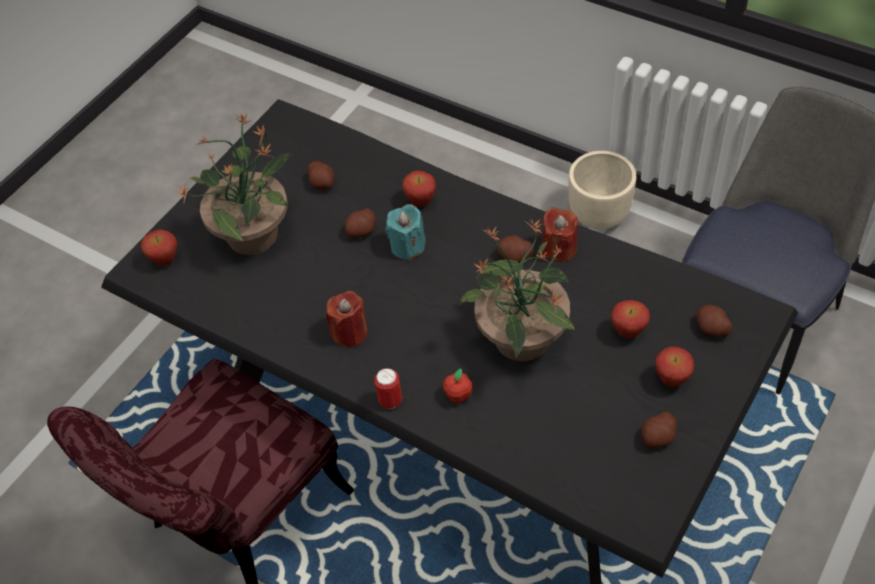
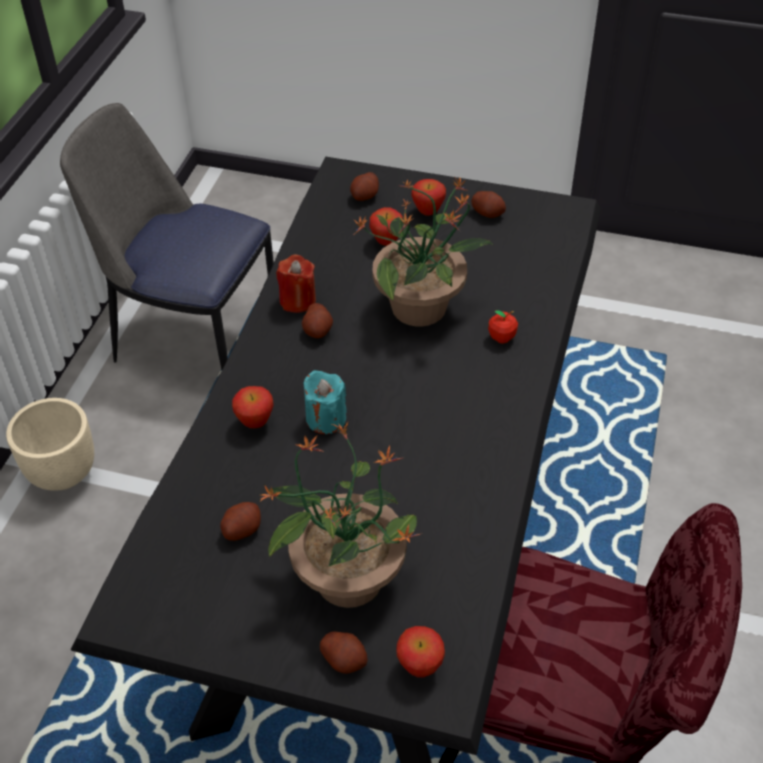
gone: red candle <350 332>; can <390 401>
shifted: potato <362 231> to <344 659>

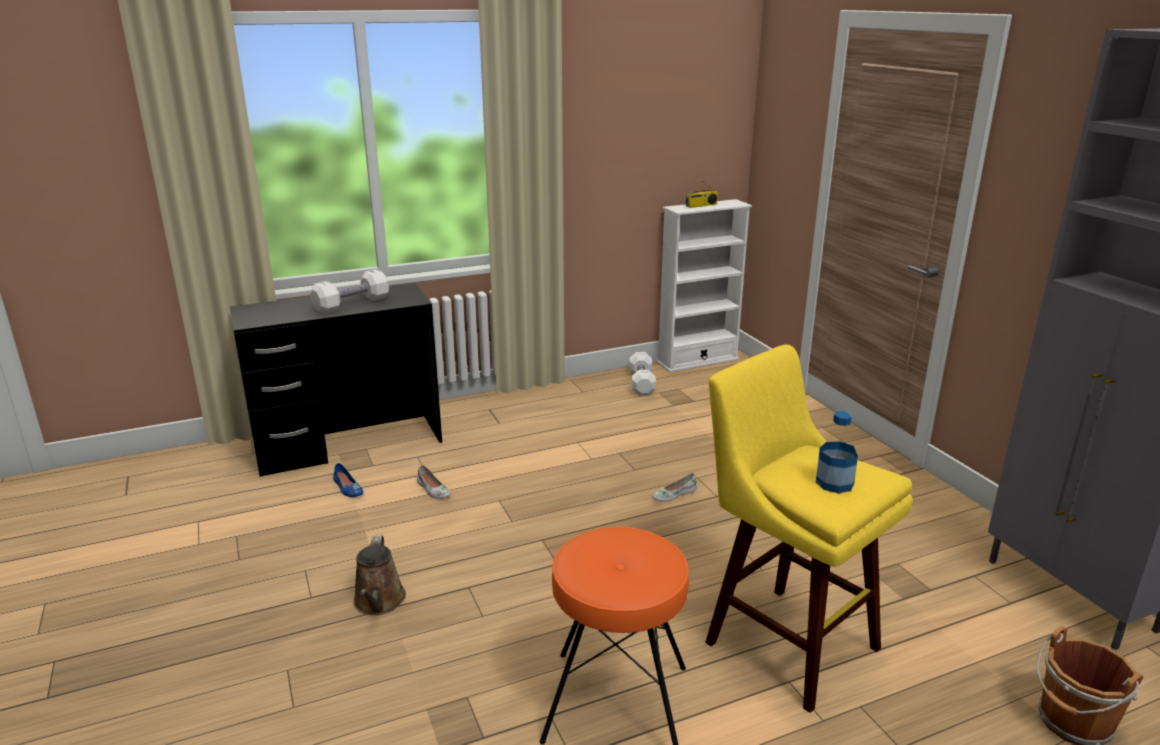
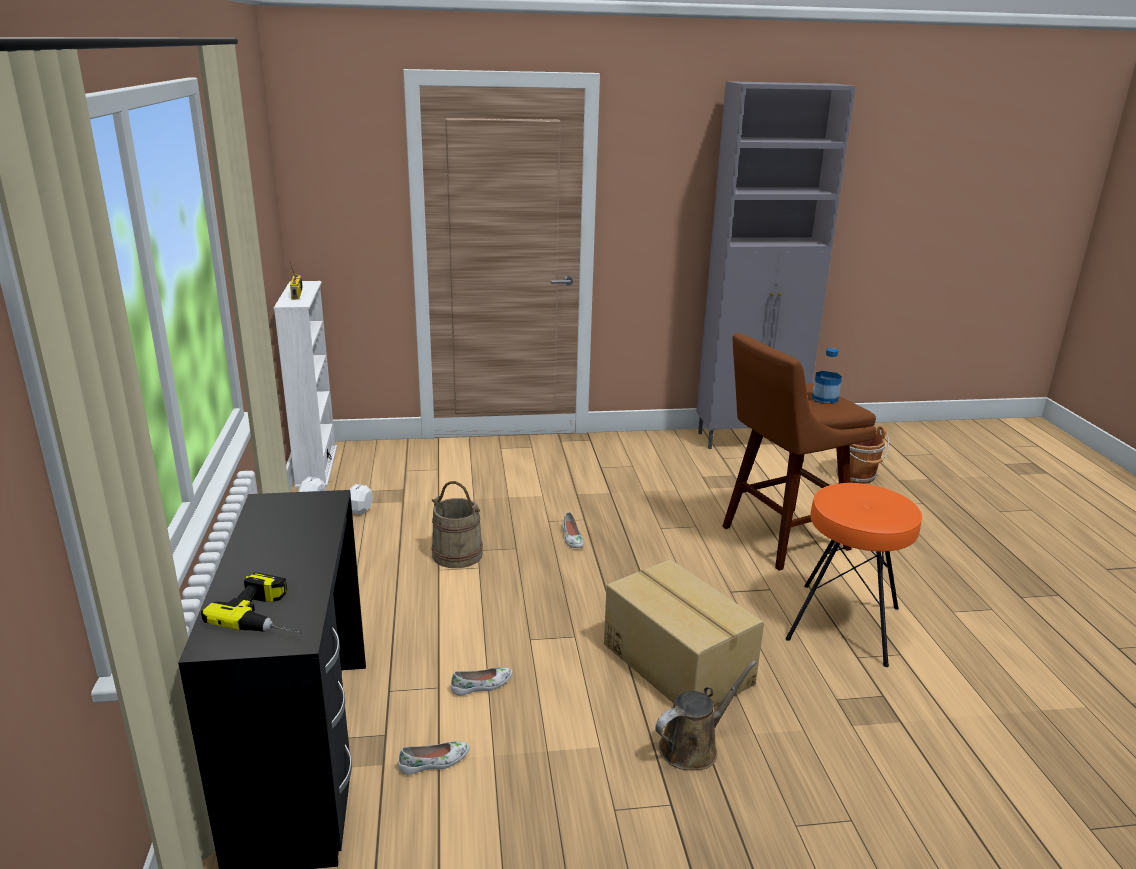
gone: white dumbbell <352 304>
new: beige bucket <457 554>; cardboard box <678 663>; power drill <270 614>
repainted: yellow stool <784 640> to brown stool <779 539>; blue shoe <348 488> to white shoe <434 762>
rotated: brown watering can <379 602> = <693 746> 45 degrees counterclockwise

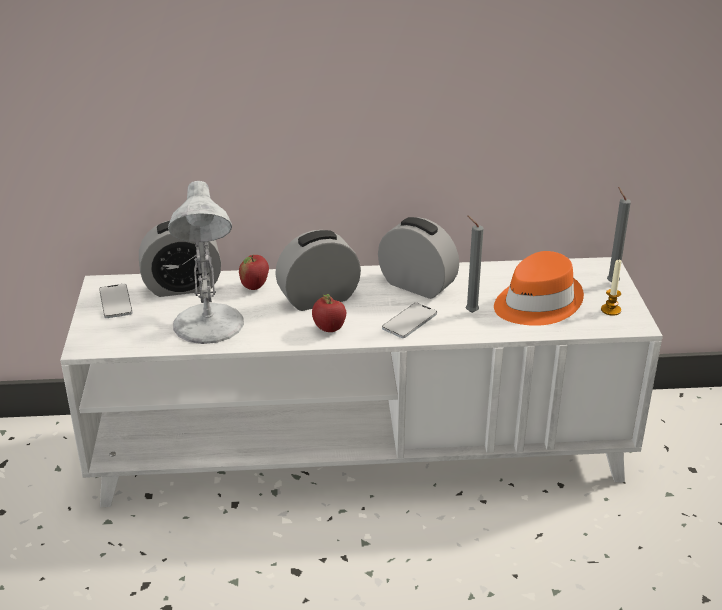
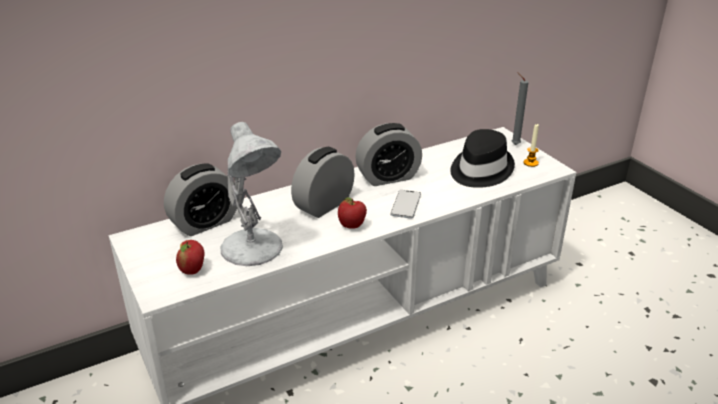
gone: grey candle <469 312>; phone <115 302>
shifted: apple <255 286> to <192 270>
repainted: orange hat <536 303> to black hat <480 170>
rotated: alarm clock <417 285> = <388 177> 150 degrees clockwise

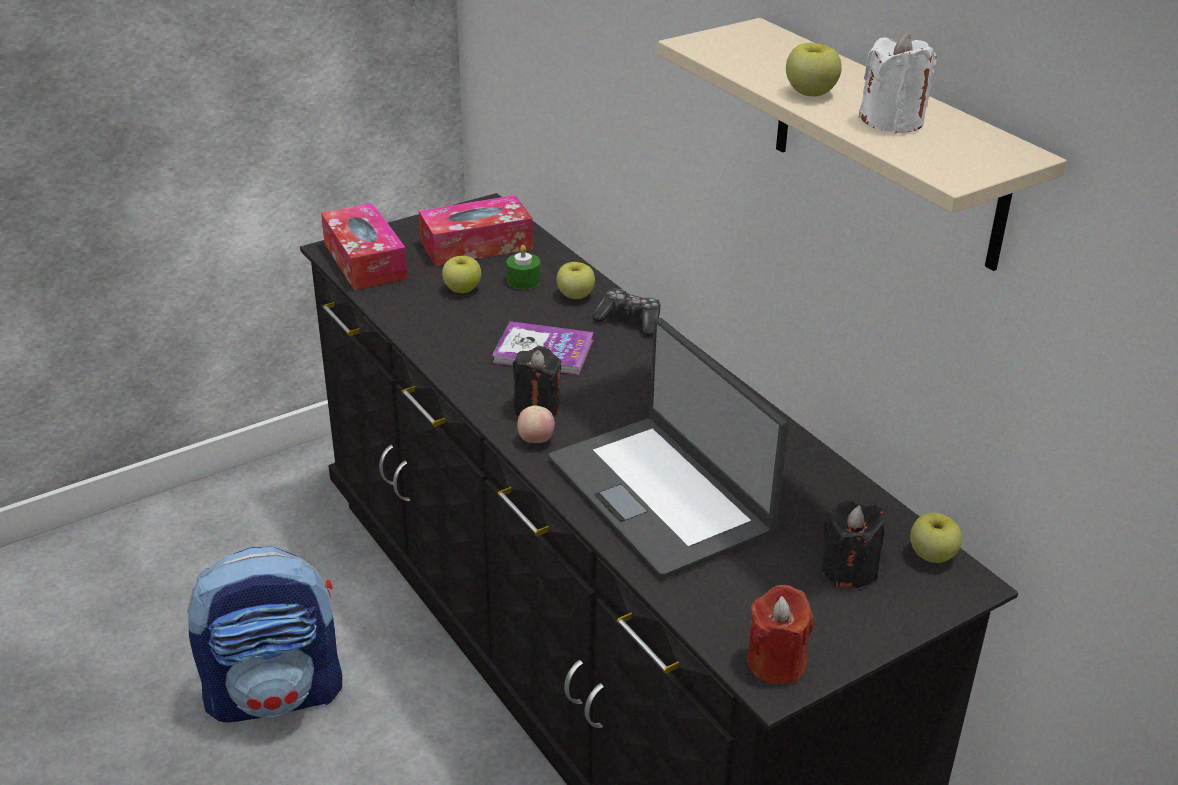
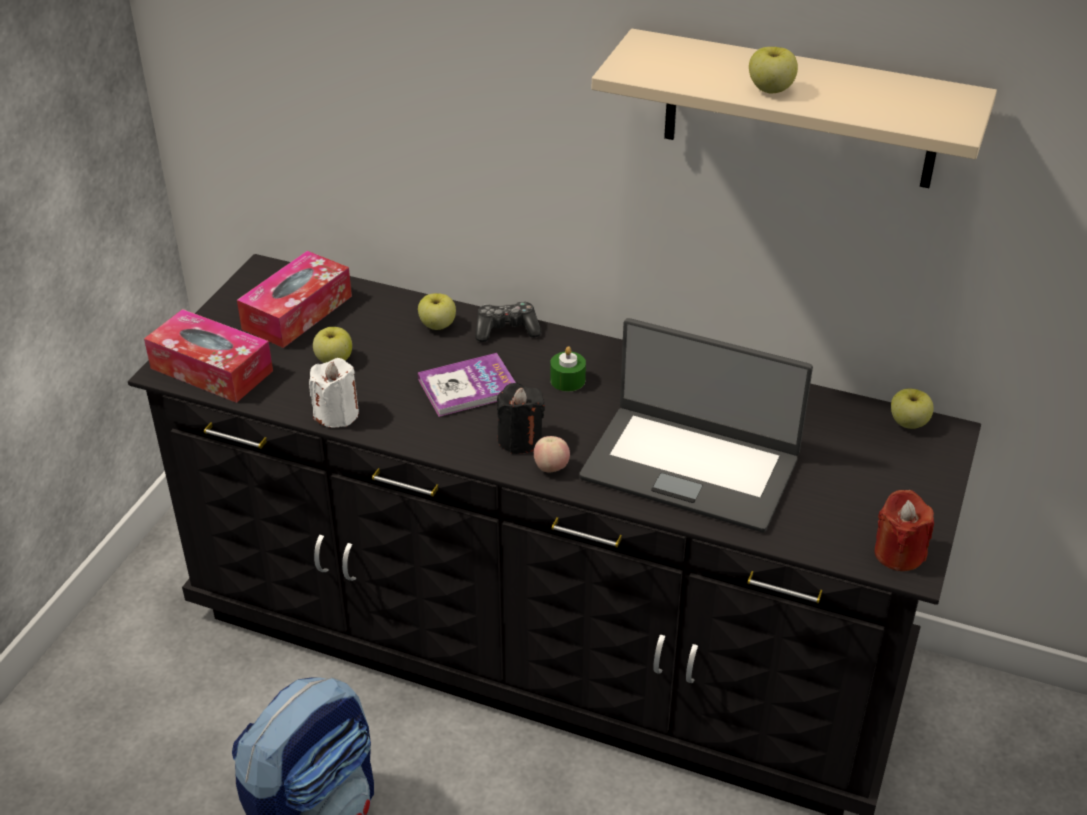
gone: black candle <849 570>
shifted: white candle <892 121> to <337 414>; green candle <523 280> to <567 380>

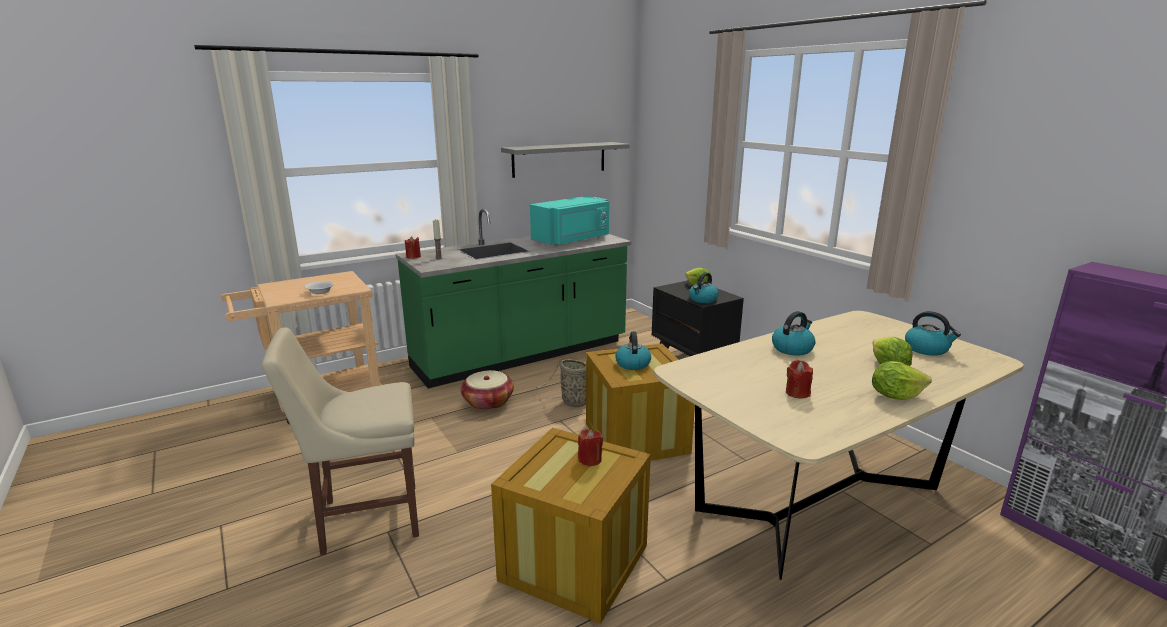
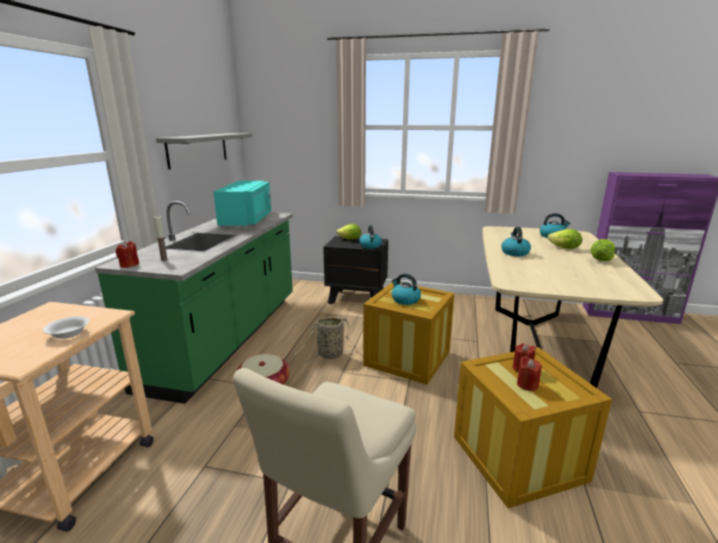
shifted: red candle <797 393> to <527 385>

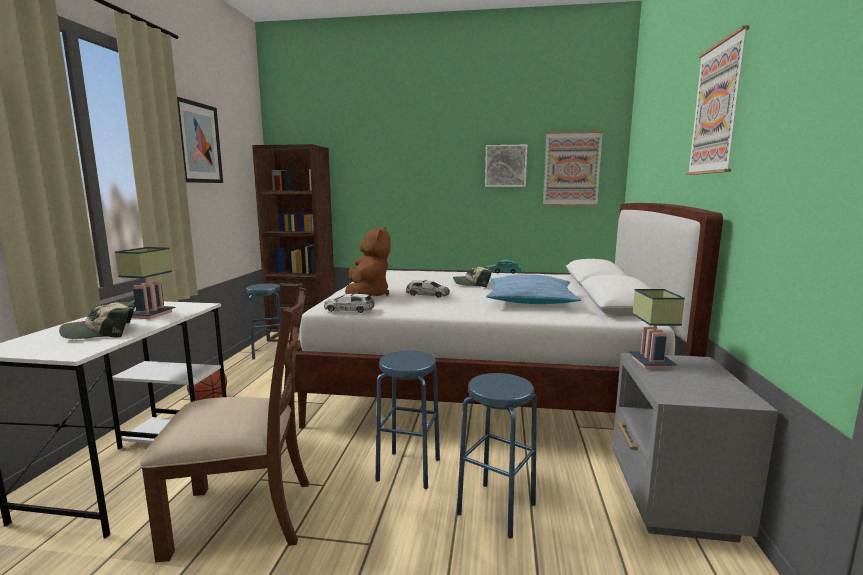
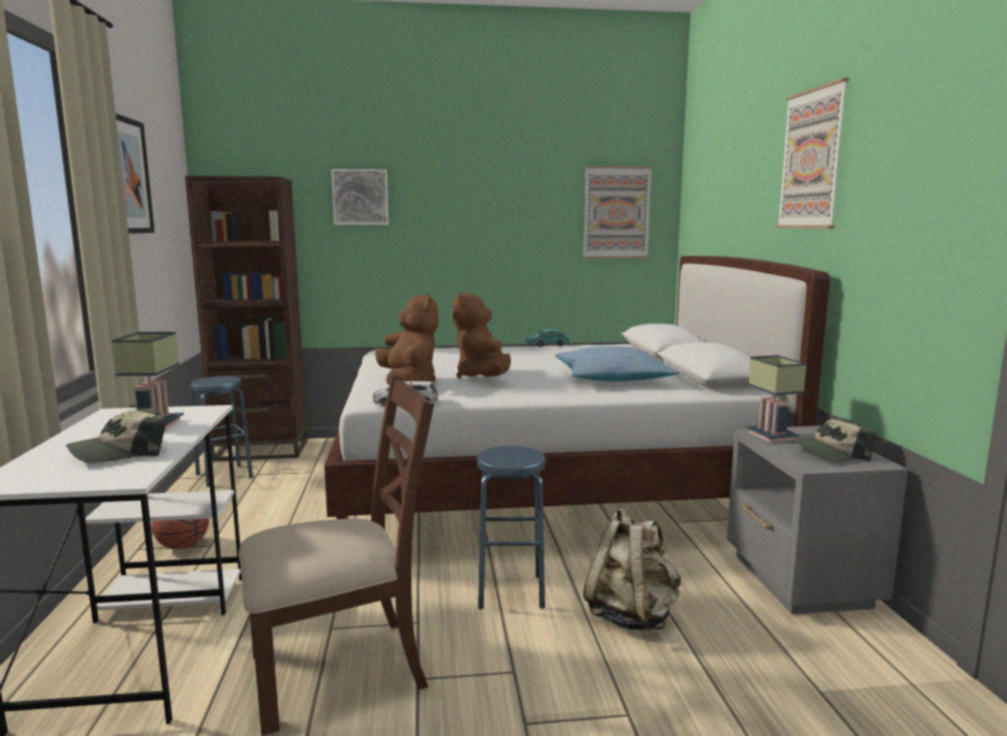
shifted: picture <505 166> to <360 197>; cap <472 284> to <830 453>
swapped: toy car <428 294> to brown plush toy <483 378>; blue stool <496 509> to beige backpack <631 616>

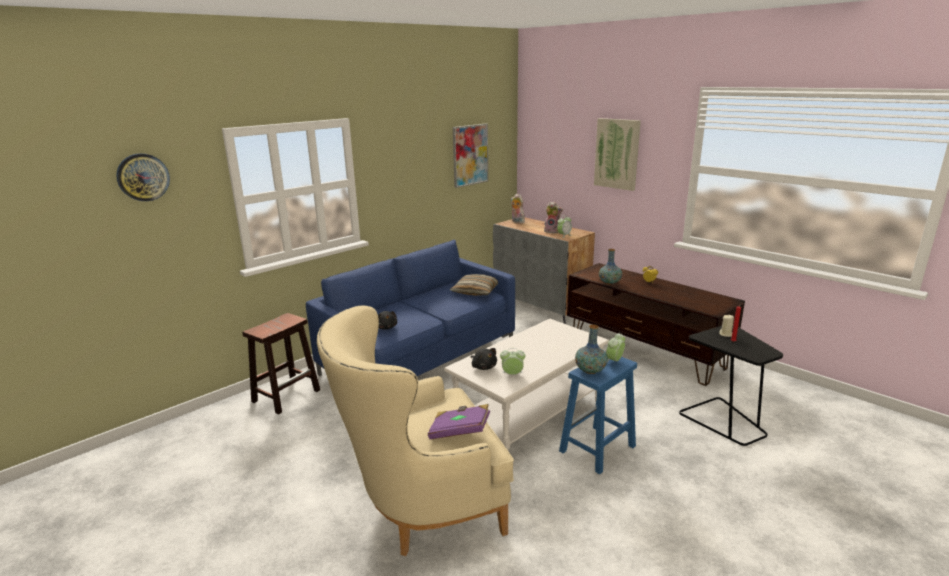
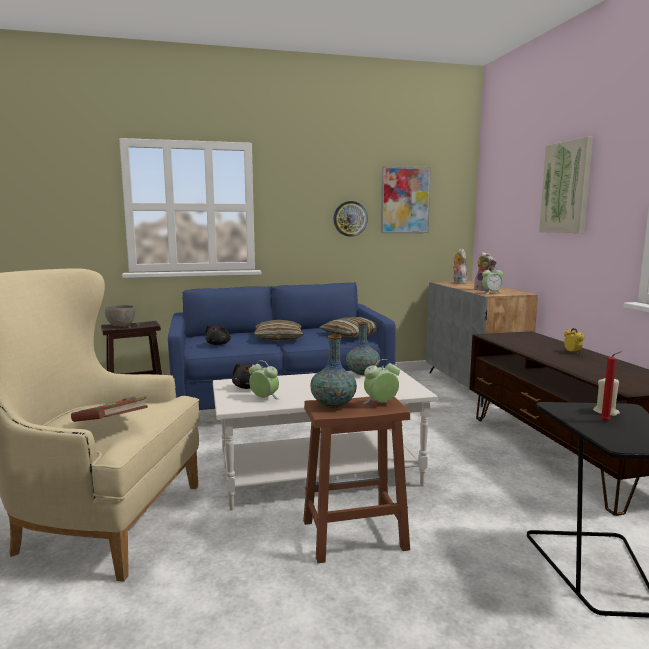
new: grey bowl <121 326>; pillow <278 338>
shifted: wall clock <143 177> to <350 218>; vase <609 282> to <362 373>
repainted: blue stool <597 449> to brown stool <352 535>; purple book <459 432> to brown book <111 424>

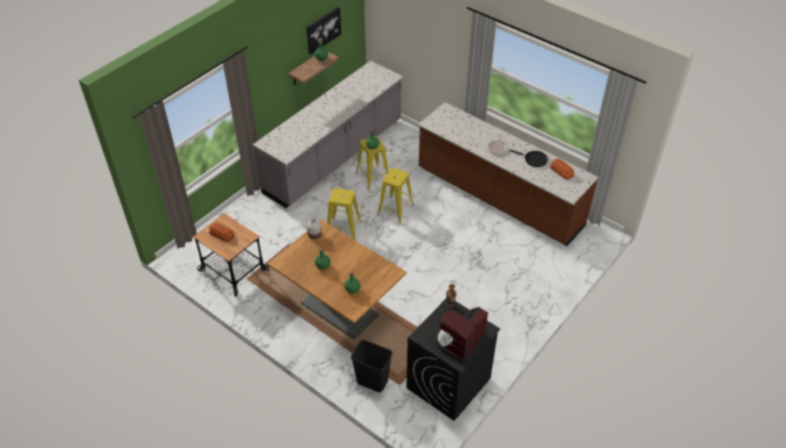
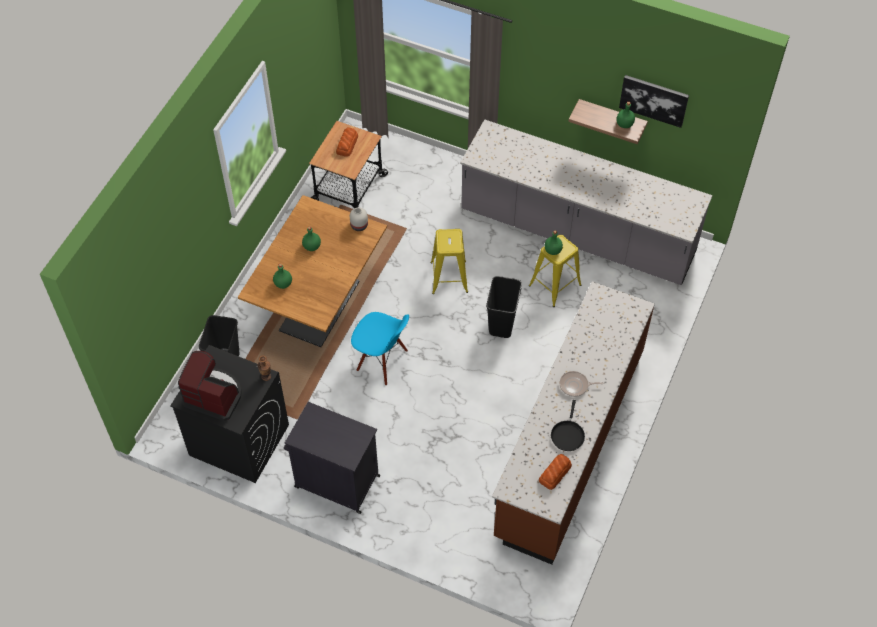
new: blue chair <382 361>; black cabinet <335 481>
swapped: yellow stool <395 209> to black trash can <502 324>

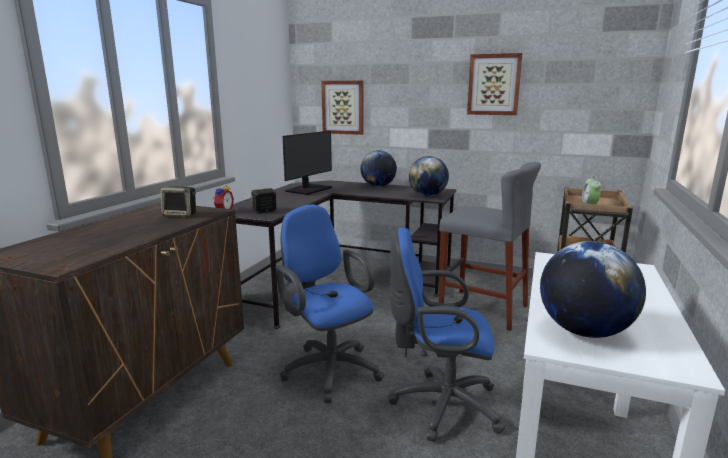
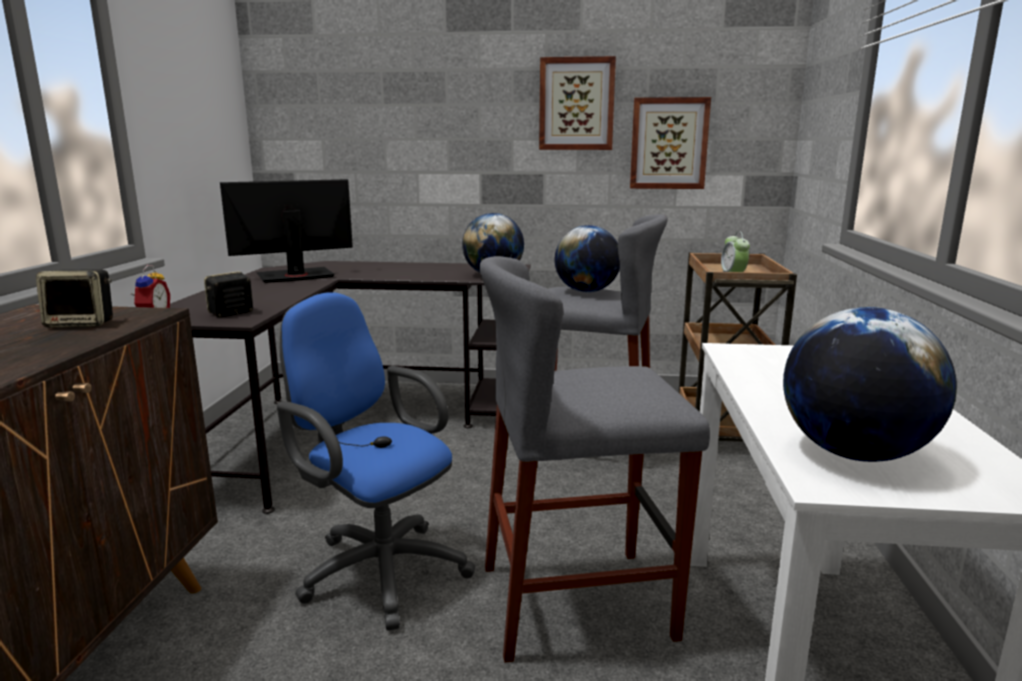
shifted: picture <343 107> to <668 143>; globe <378 186> to <586 291>
swapped: blue office chair <440 405> to grey stool <576 601>
rotated: monitor <308 189> = <295 276> 135 degrees counterclockwise

